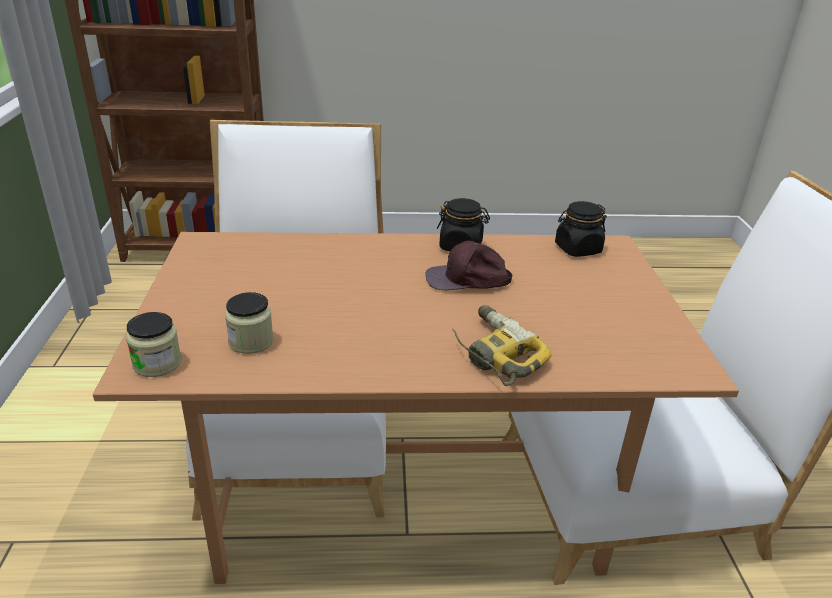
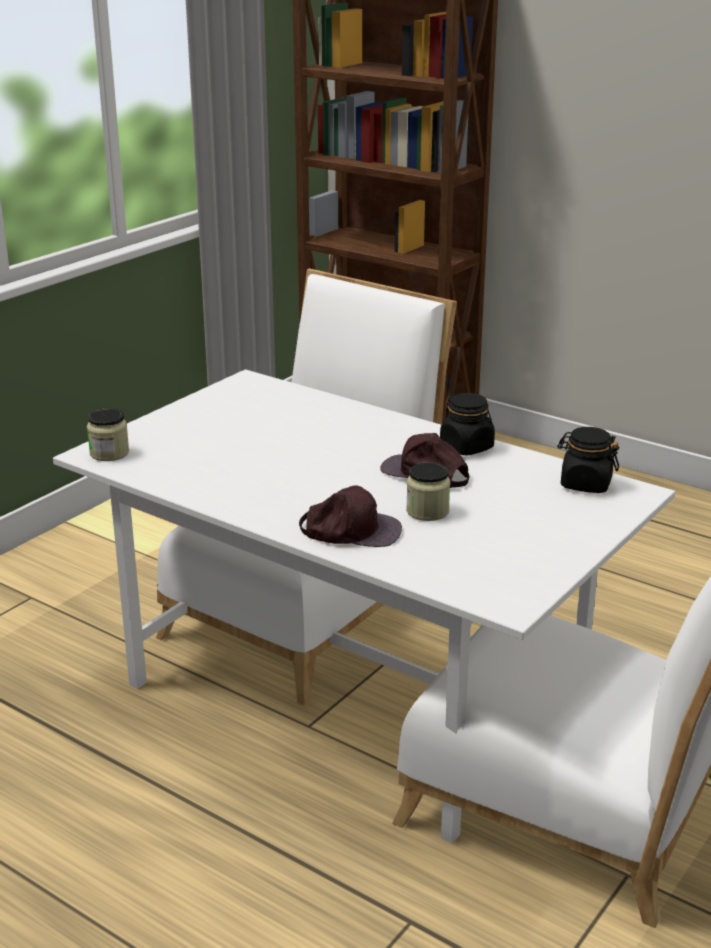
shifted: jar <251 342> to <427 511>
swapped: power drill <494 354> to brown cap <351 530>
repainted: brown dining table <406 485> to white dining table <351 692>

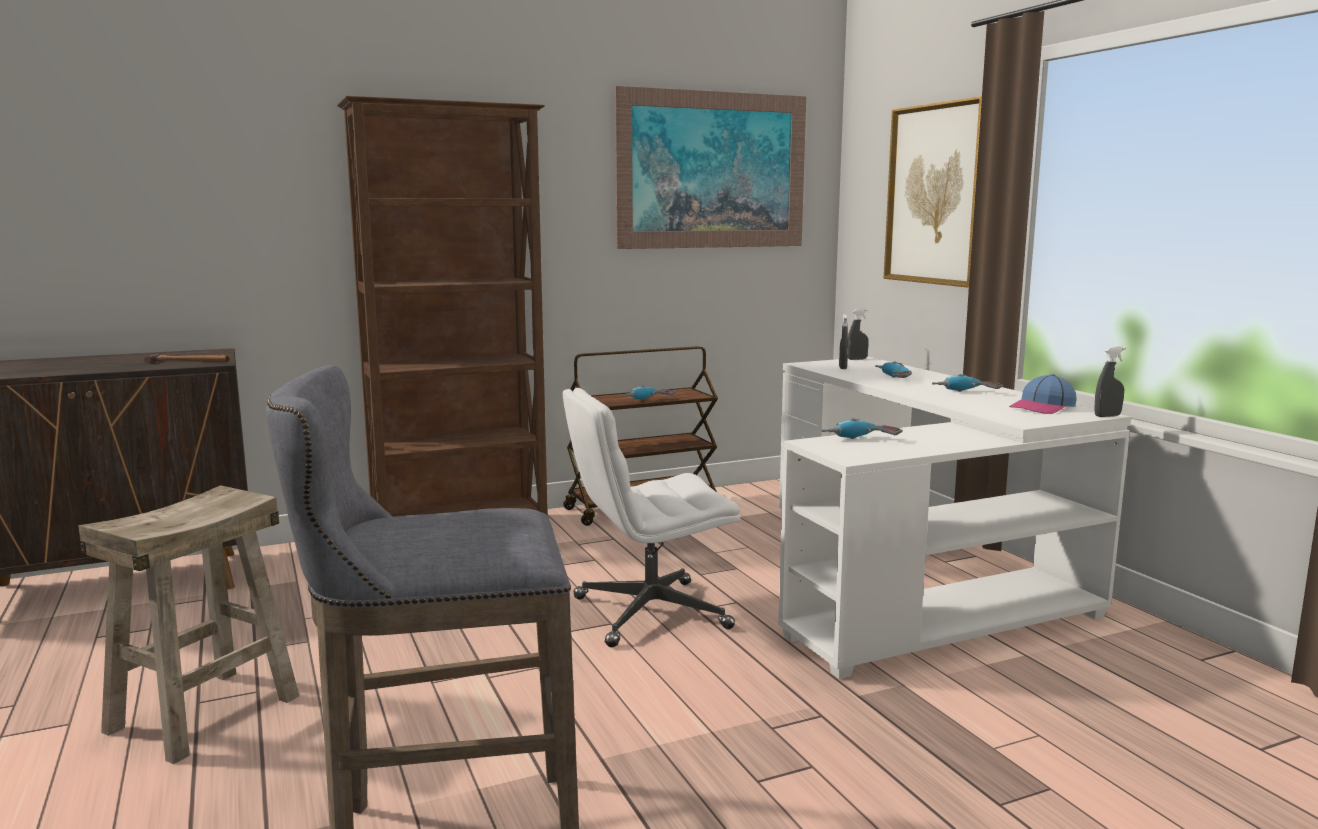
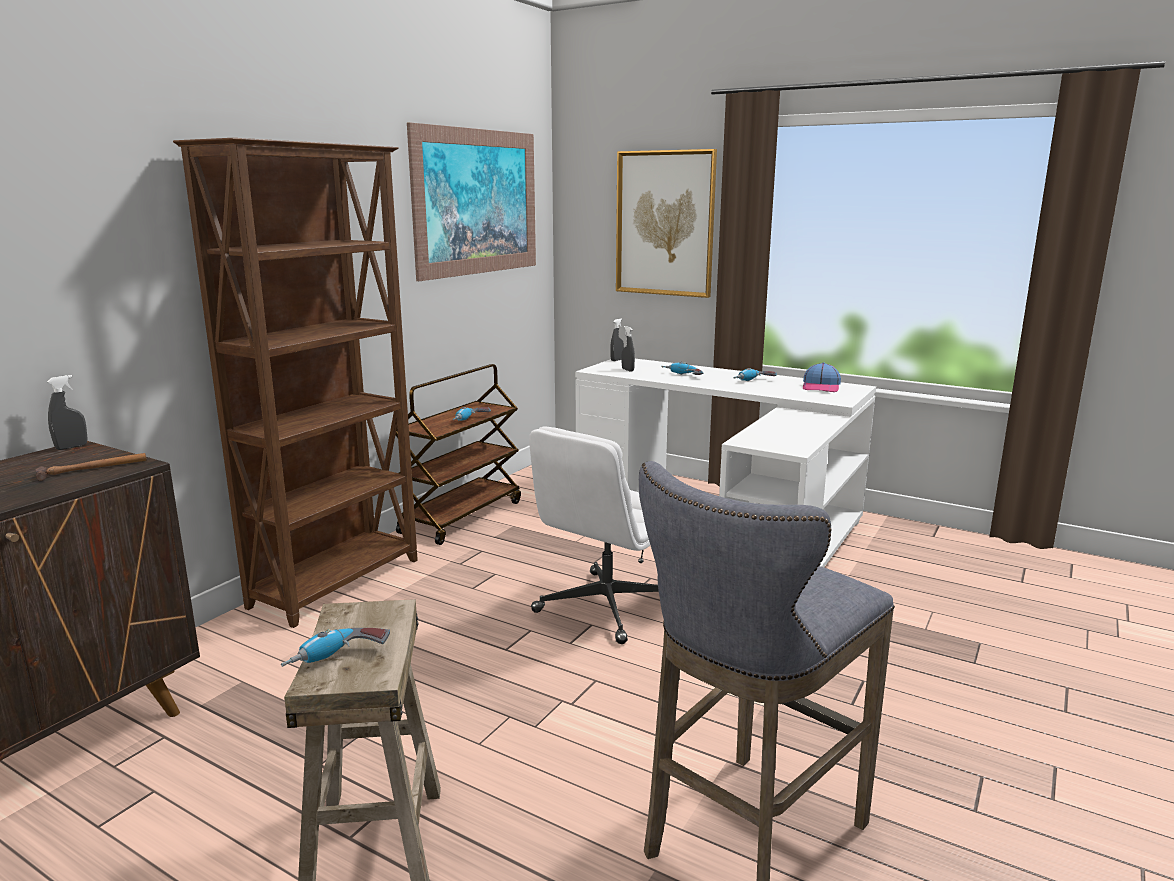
shifted: grey spray bottle <1107 416> to <71 447>; power drill <861 440> to <338 659>

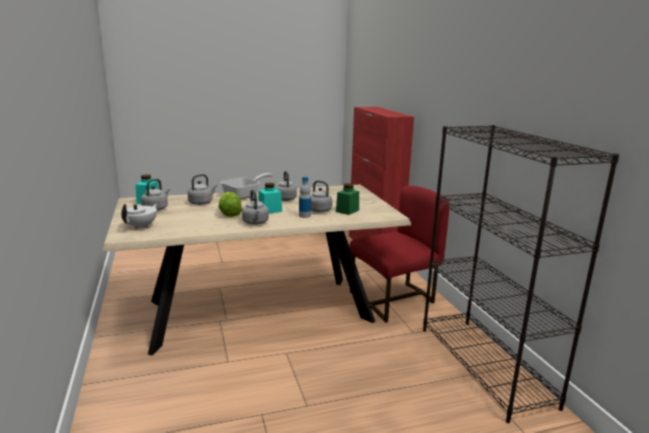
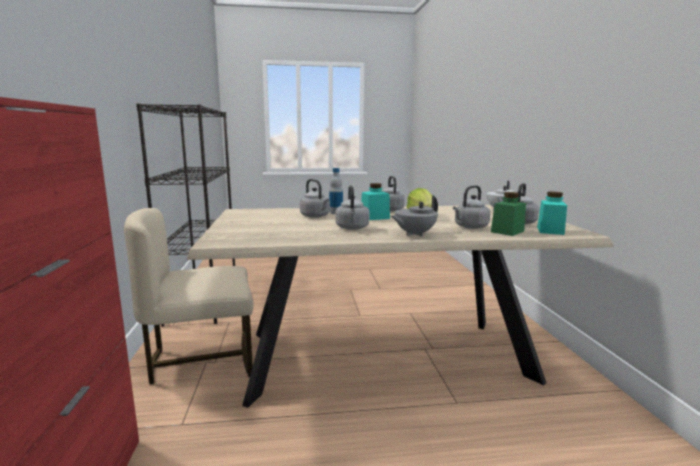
shifted: green jar <347 211> to <507 231>
swapped: frying pan <245 195> to grey teapot <414 234>
repainted: red chair <394 299> to beige chair <202 359>

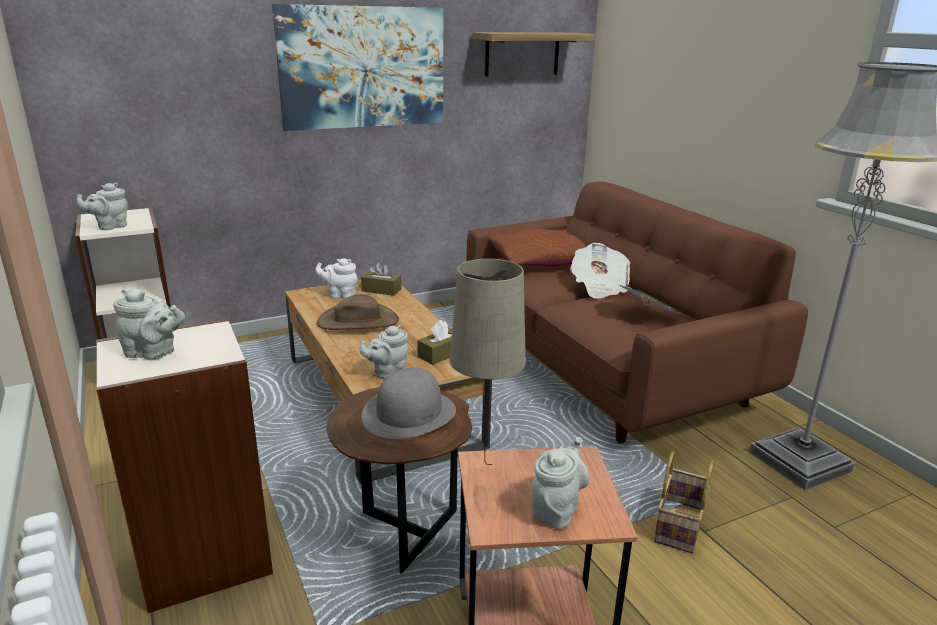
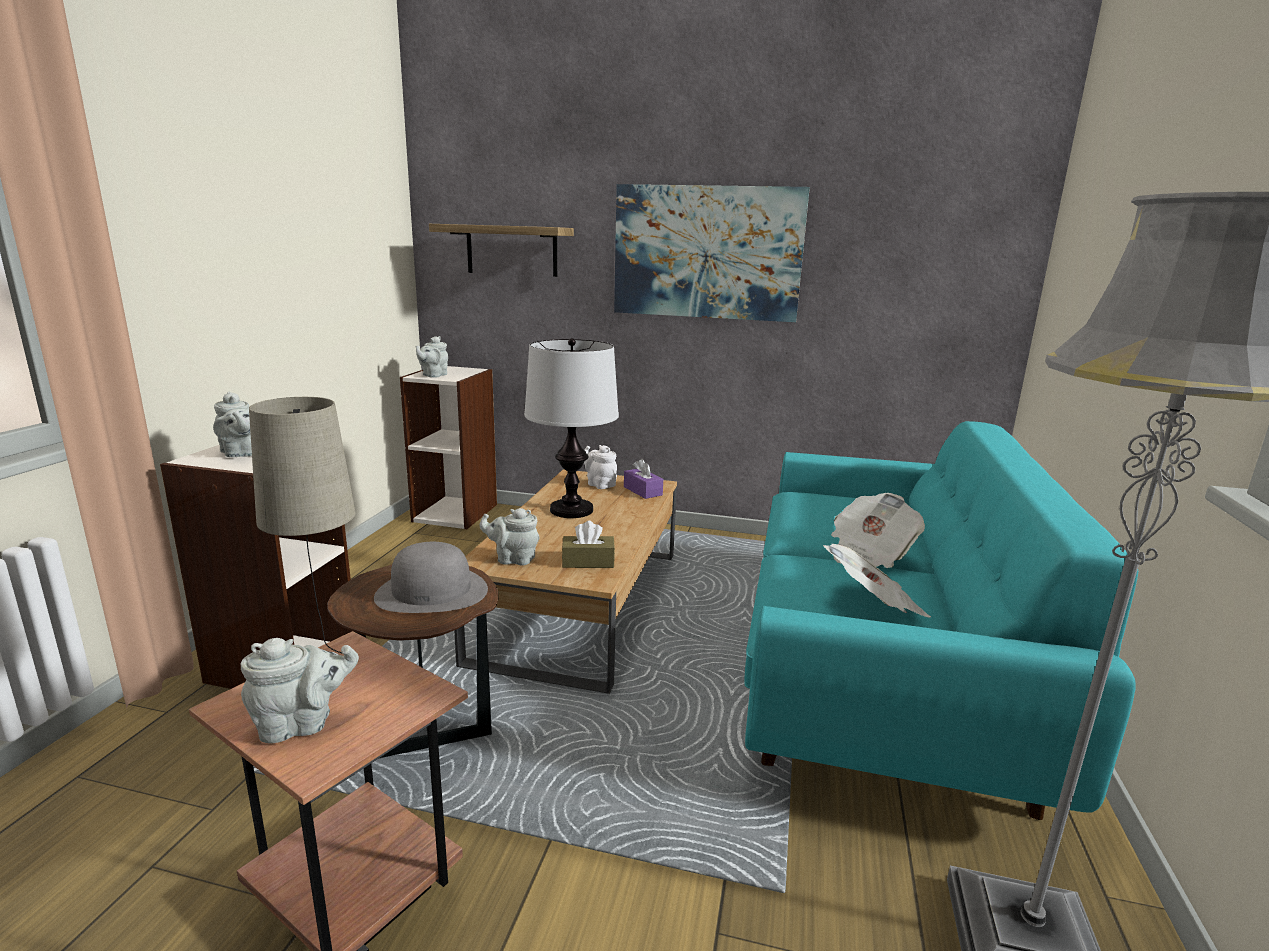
gone: brown pillow <539 260>; basket <680 527>
shifted: shelf <522 54> to <512 250>
swapped: brown hat <358 321> to table lamp <572 510>
repainted: brown sofa <603 365> to turquoise sofa <877 670>; brown tissue box <381 290> to purple tissue box <642 491>
rotated: grey teapot <110 226> = <433 375> 60 degrees counterclockwise

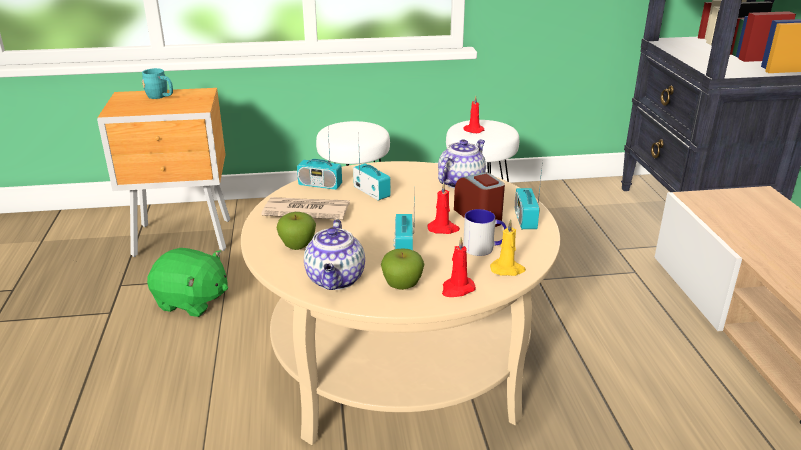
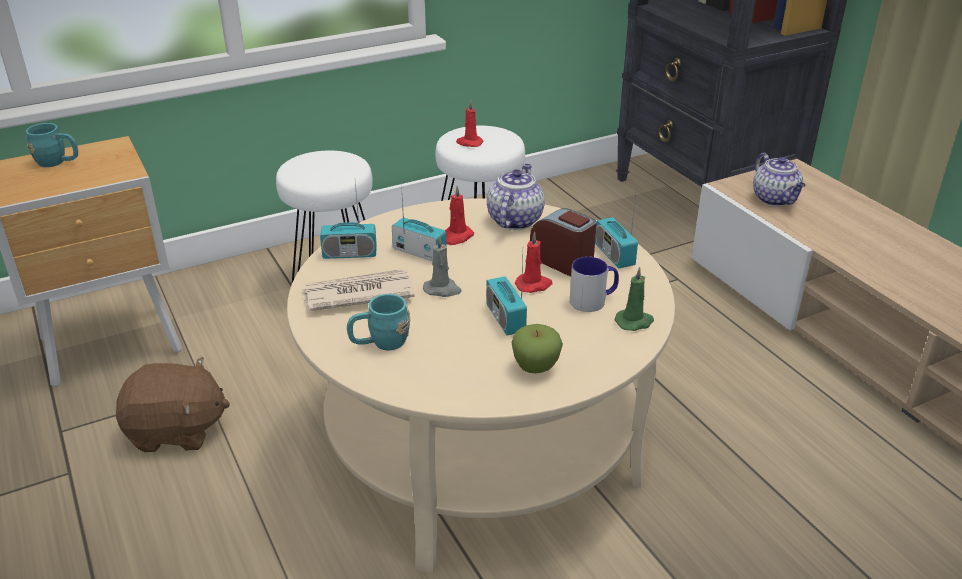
new: grey candle <442 289>
shifted: teapot <336 280> to <775 199>; red candle <457 289> to <457 237>
swapped: apple <298 246> to turquoise mug <380 343>
repainted: yellow candle <507 269> to green candle <634 322>; green plush toy <192 301> to brown plush toy <176 431>

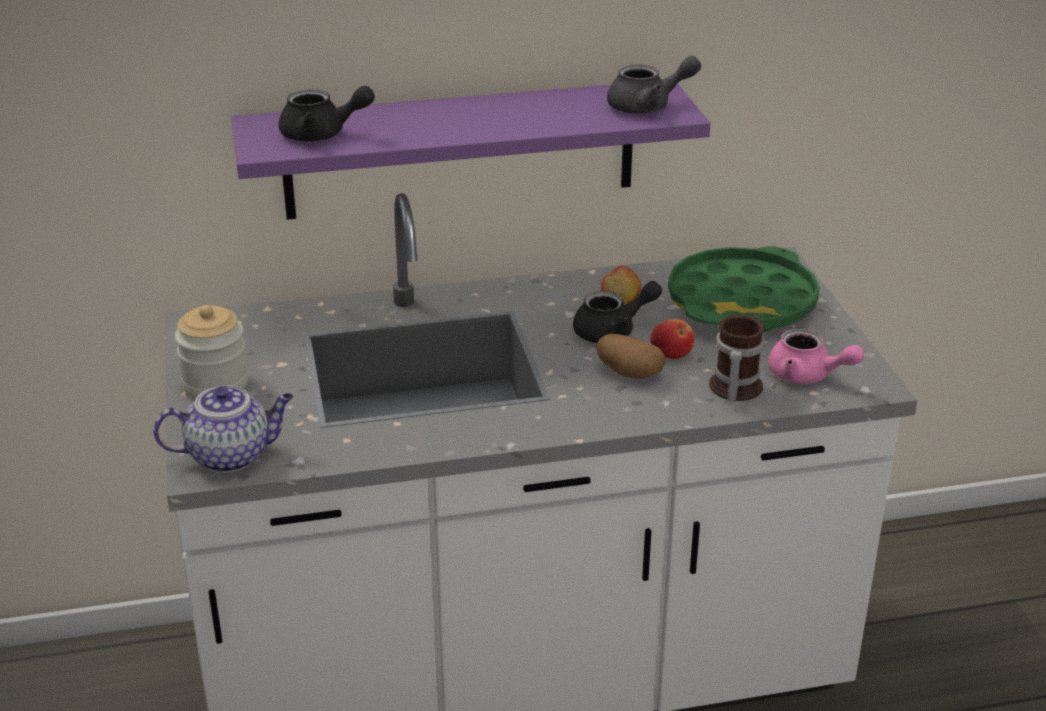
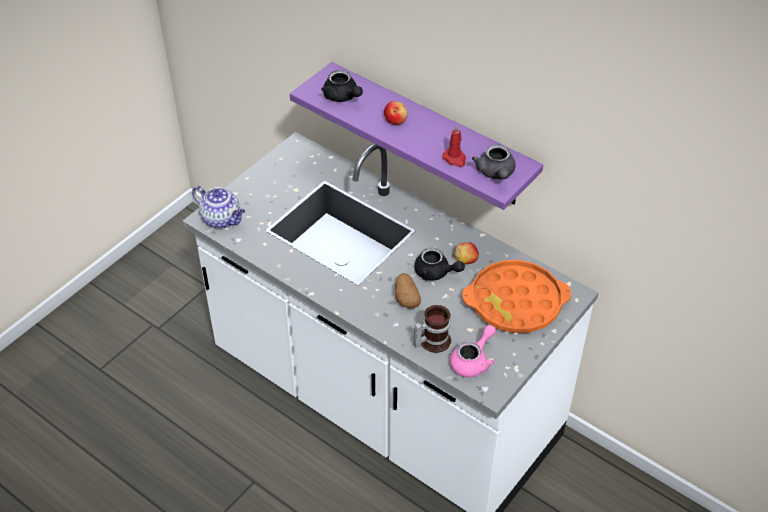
gone: jar <216 383>
new: red candle <455 159>
shifted: apple <671 353> to <395 120>
repainted: green tray <742 302> to orange tray <515 302>
rotated: grey teapot <648 106> = <496 173> 45 degrees clockwise; pink teapot <807 376> = <473 361> 135 degrees counterclockwise

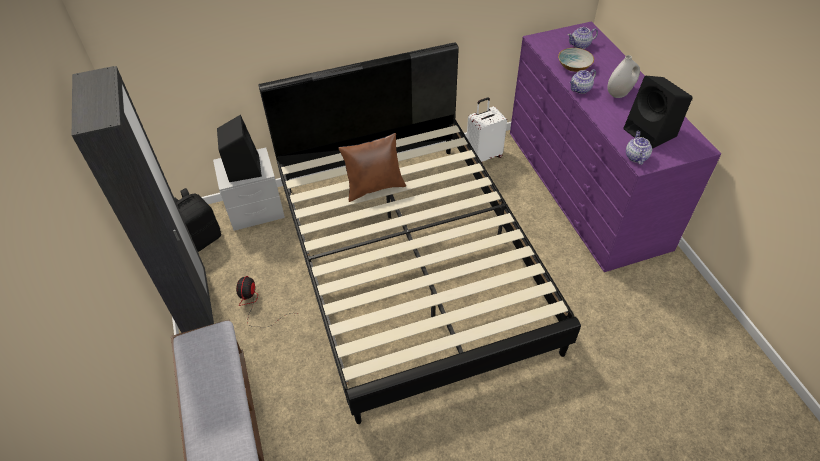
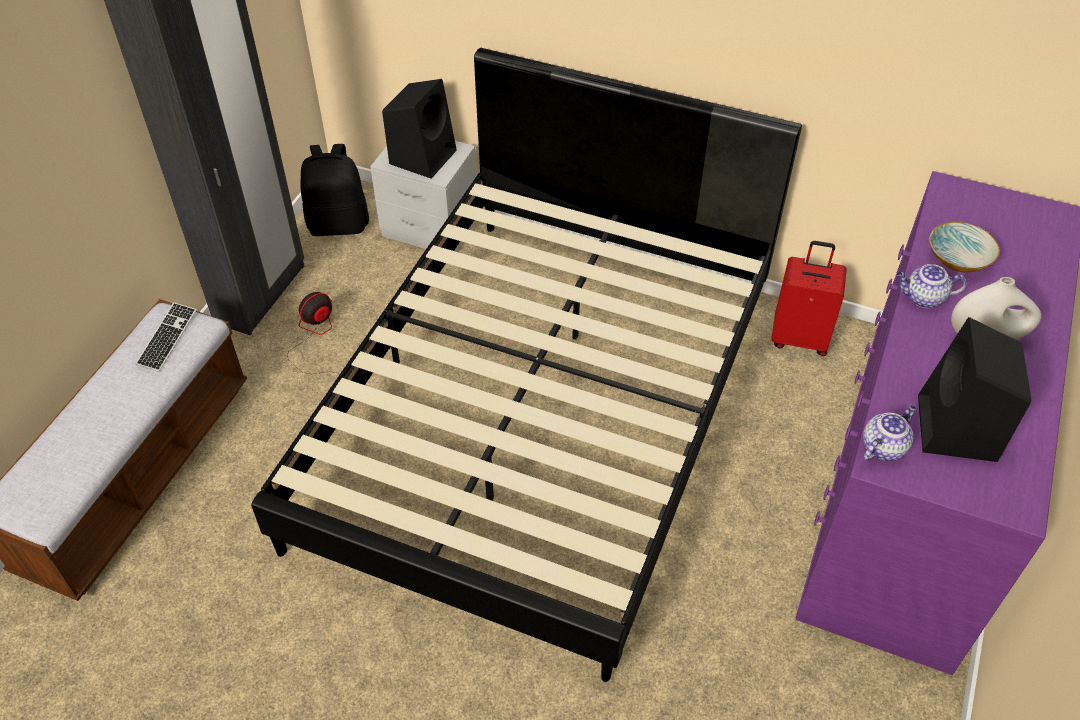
gone: teapot <580 45>; brown pillow <374 187>
new: keyboard <167 338>
repainted: white suitcase <483 155> to red suitcase <799 338>

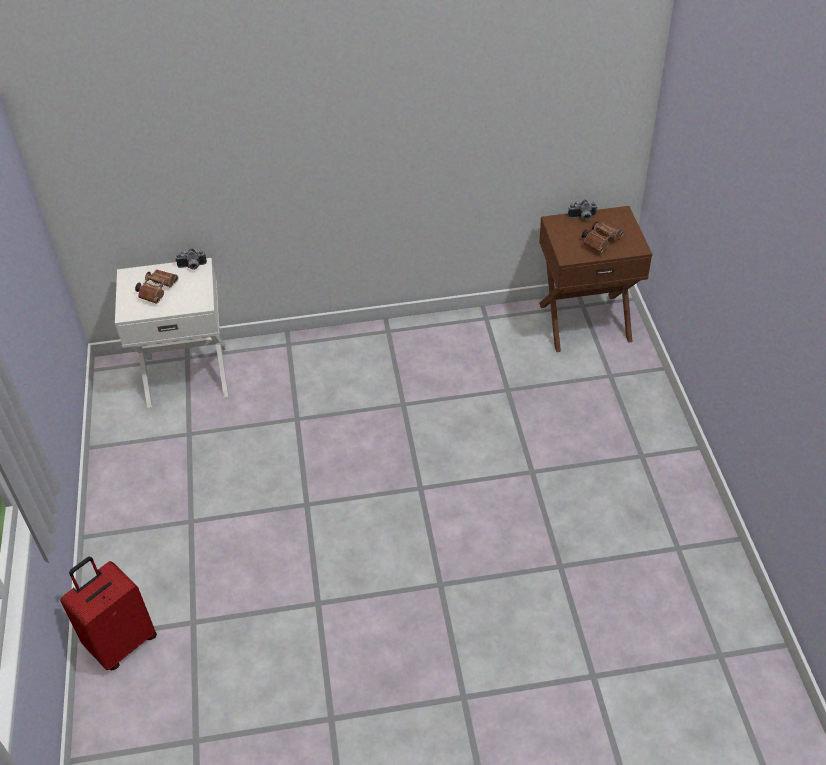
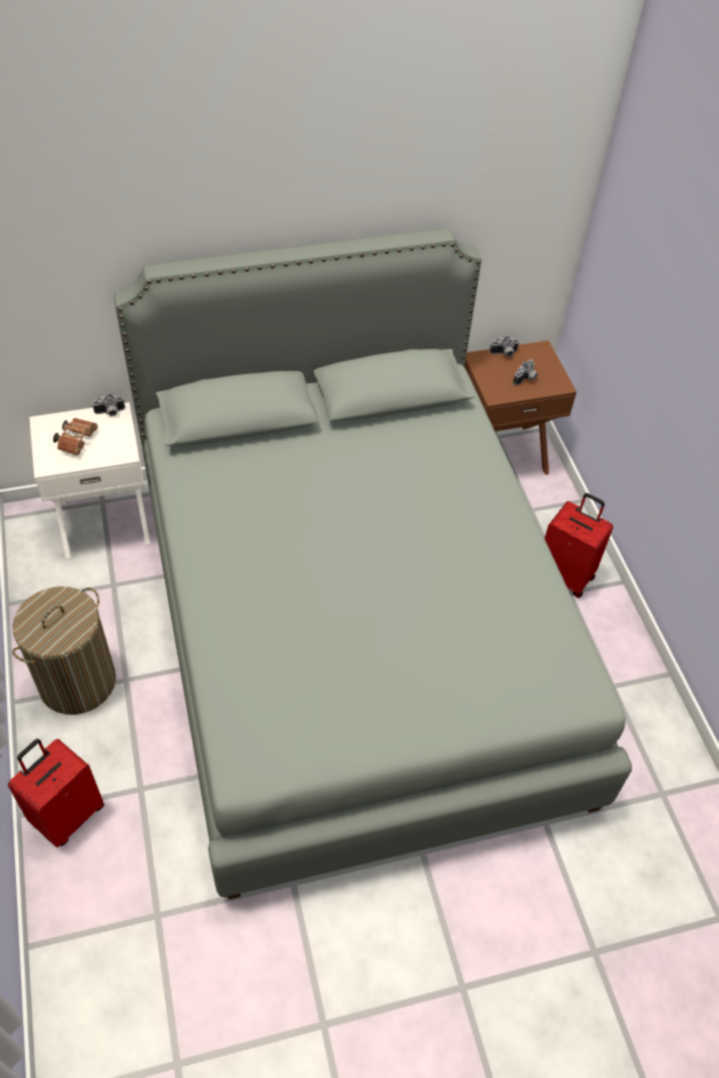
new: grey bed <353 631>; red suitcase <565 575>; laundry basket <77 681>
swapped: brown binoculars <601 241> to photo camera <526 379>

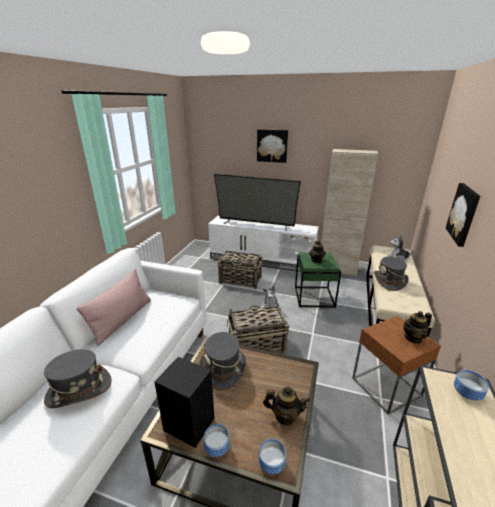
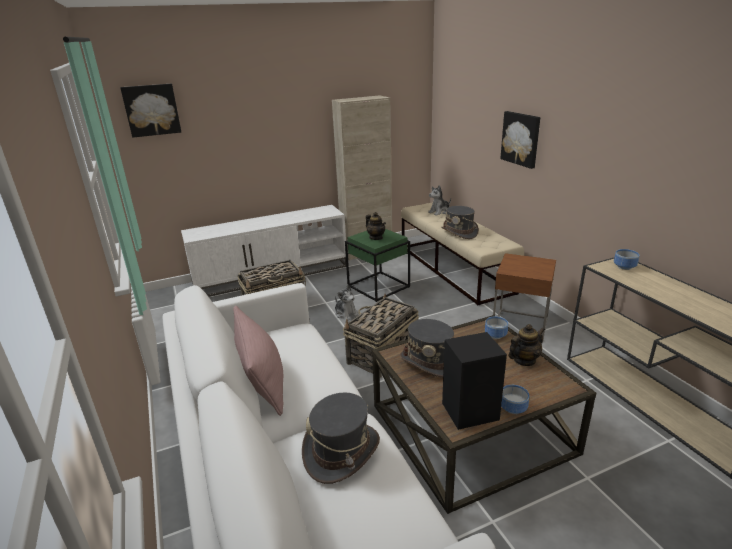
gone: television <256 224>; teapot <413 338>
shifted: picture <272 145> to <151 110>; bowl <272 464> to <496 335>

